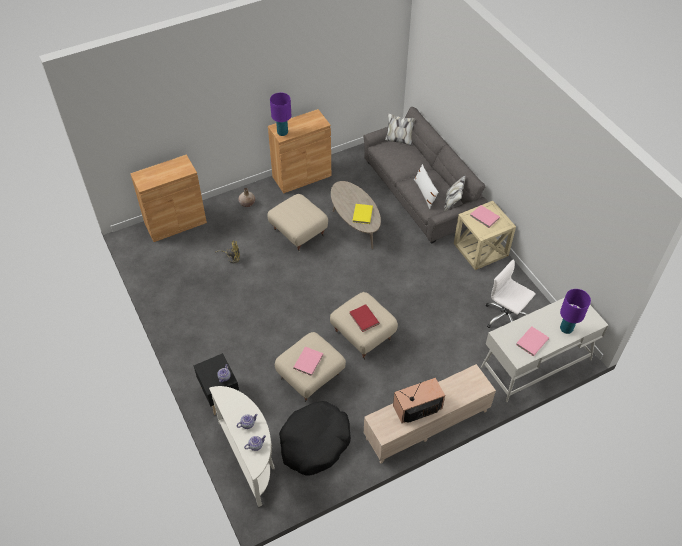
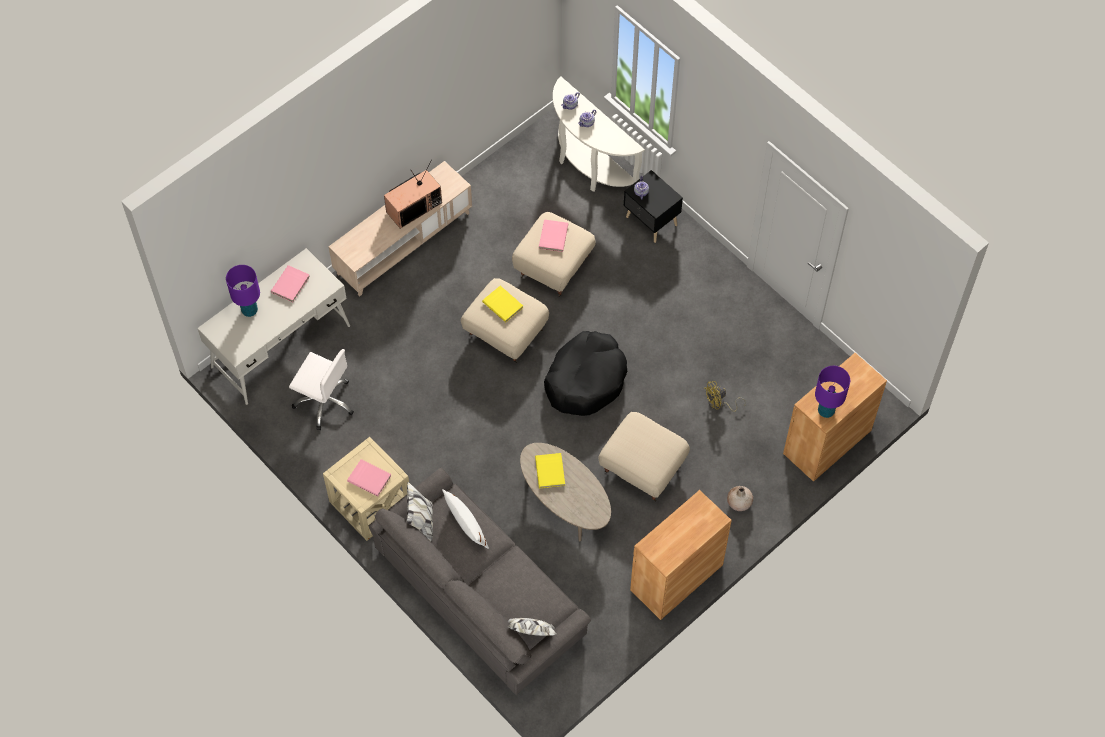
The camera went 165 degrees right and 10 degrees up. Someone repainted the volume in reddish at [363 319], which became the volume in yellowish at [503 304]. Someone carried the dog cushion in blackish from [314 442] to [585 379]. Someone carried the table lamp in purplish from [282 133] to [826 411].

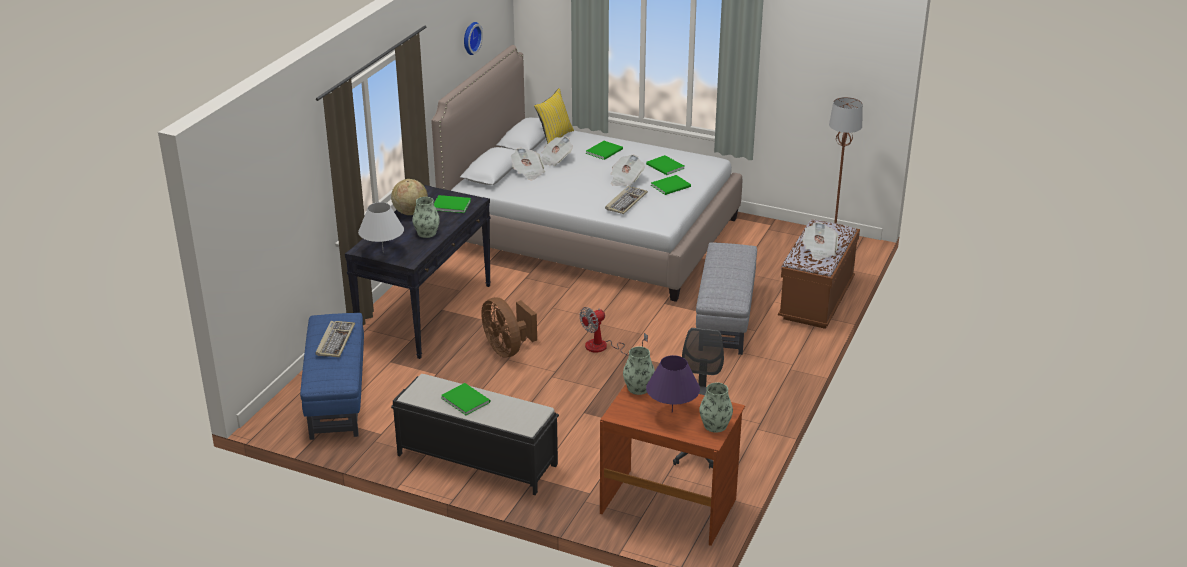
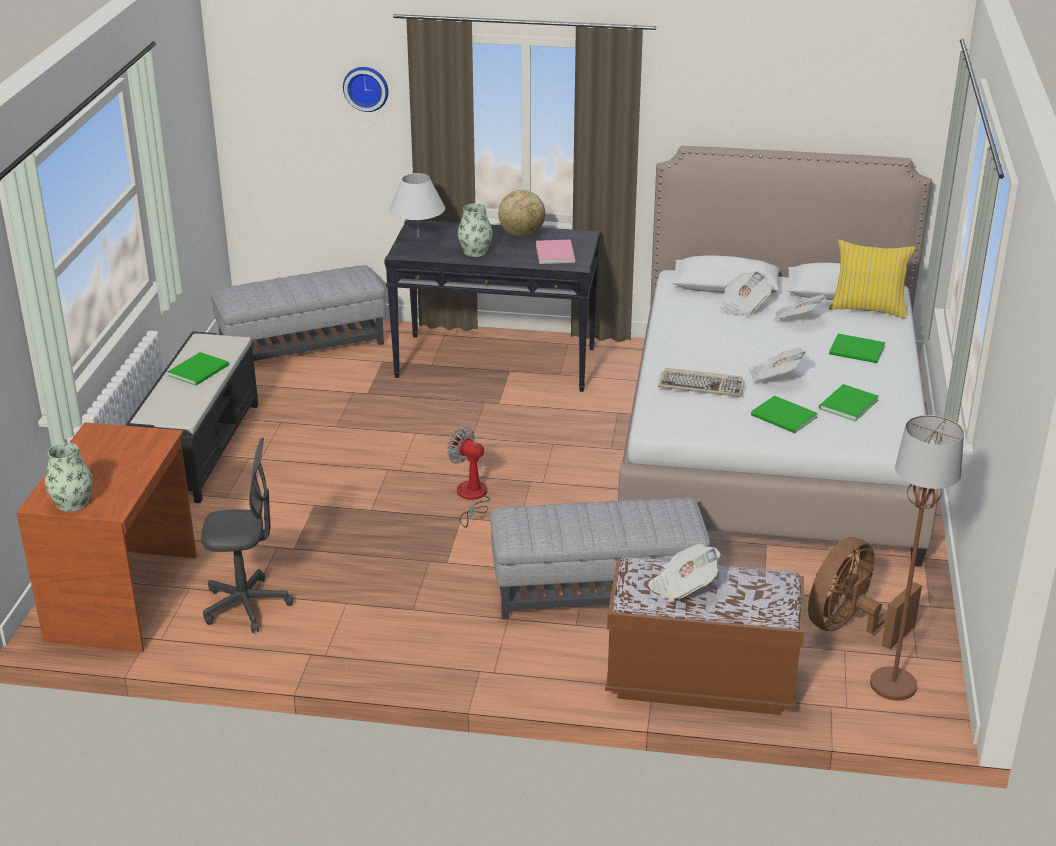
The camera went 75 degrees right and 0 degrees up. Someone repainted the ottoman in blue-coloured at [337 397], which became the ottoman in grey at [302 345]. Someone carried the clock on the wall from [470 38] to [366 88]. Someone repainted the volume in greenish at [450 204], which became the volume in pink at [556 253]. Someone carried the electric fan in brown-coloured from [507 349] to [849 626]. Someone took away the PC keyboard at [335 340]. Someone took away the decorative vase at [638 388]. Someone took away the table lamp in purplish at [672 412].

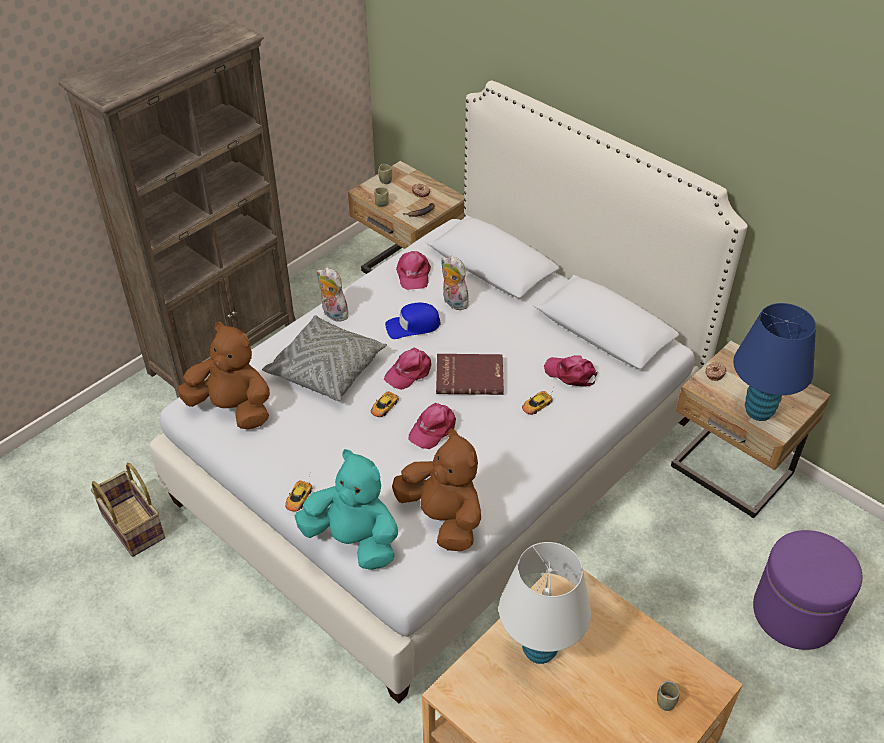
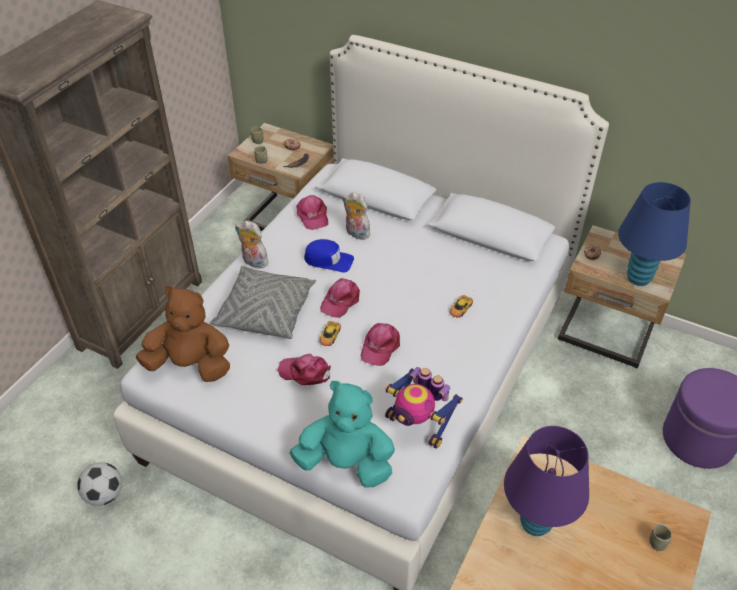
The camera went 15 degrees left and 0 degrees up. Someone swapped the storage basket at [131 526] for the football ball at [104 495]. Someone carried the peaked cap in pink from [571 373] to [305 372]. Someone rotated the peaked cap in blue-coloured at [413 326] by 135 degrees counterclockwise. Someone swapped the cuddly toy in brown-coloured at [442 518] for the toy robot at [418 425]. Someone repainted the table lamp in whitish at [539 650], which became the table lamp in purplish at [535 524]. Someone took away the miniature car at [298 498]. Someone took away the volume in reddish at [469 376].

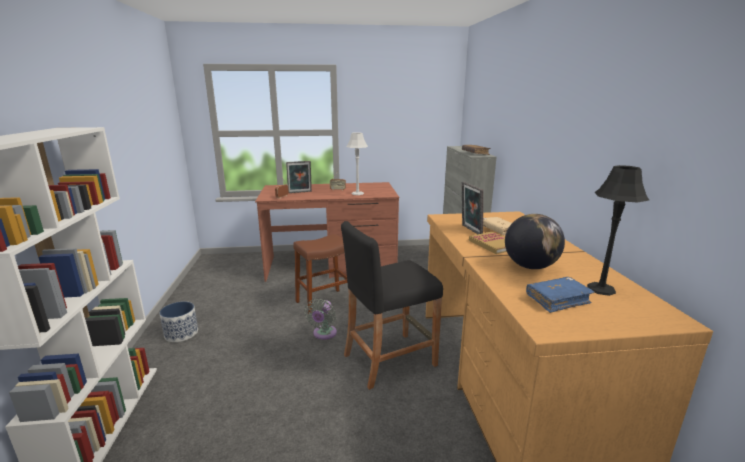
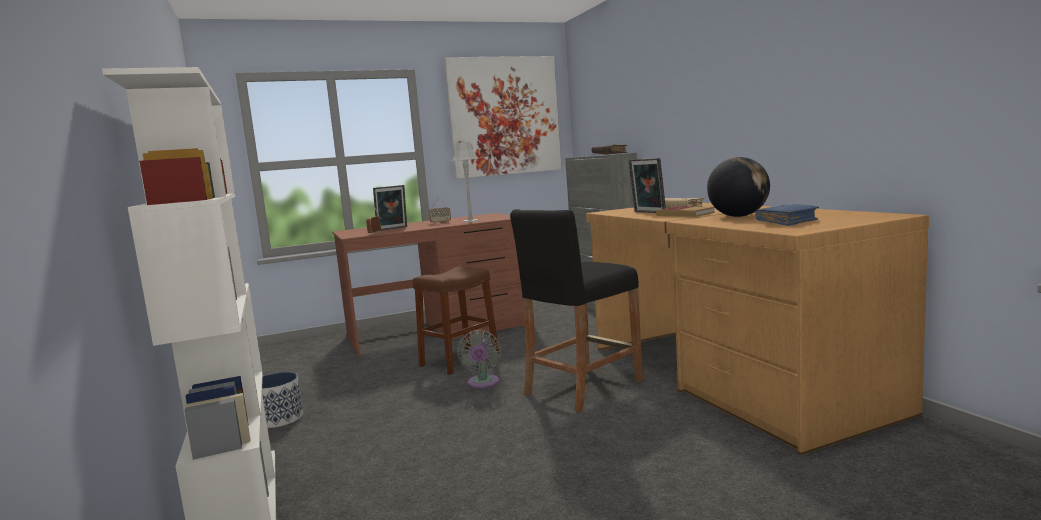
The camera went 15 degrees left and 10 degrees down. Someone put up the wall picture at [504 116]. Someone took away the table lamp in blackish at [601 289].

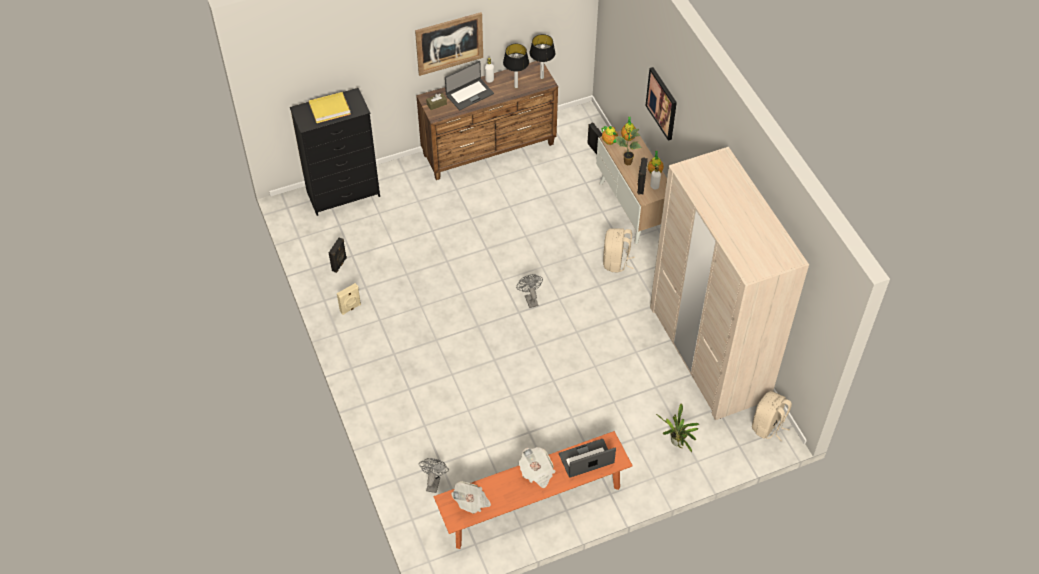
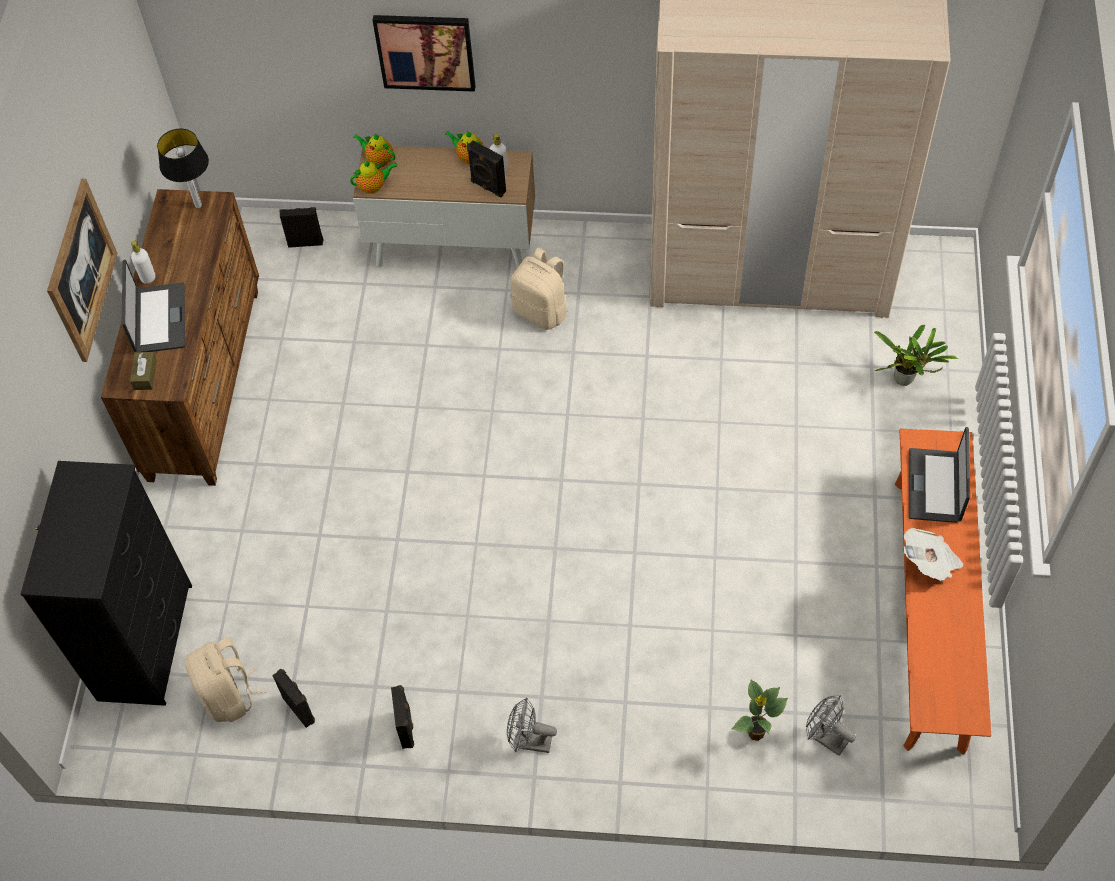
The camera went 60 degrees left and 5 degrees up. Someone carried the knapsack in sand-coloured from [768 426] to [229 695]. Someone repainted the loudspeaker in sand-coloured at [350 308], which became the loudspeaker in blackish at [407 728]. Someone carried the electric fan in grey from [530 299] to [529 742]. Someone carried the potted plant from [627 162] to [755 734]. Someone took away the tray in yellowish at [330 108]. Someone took away the printed paper at [471 502]. Someone took away the table lamp at [516 86].

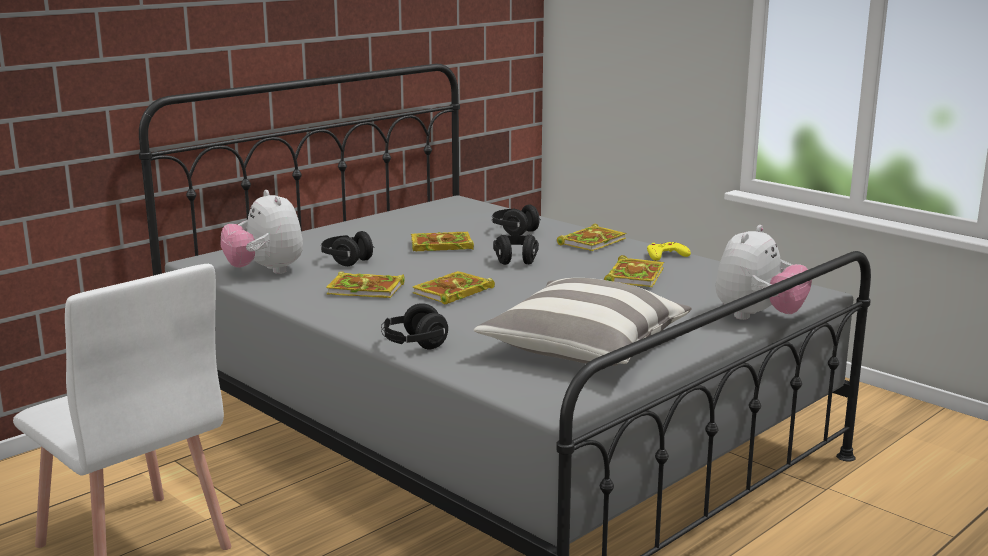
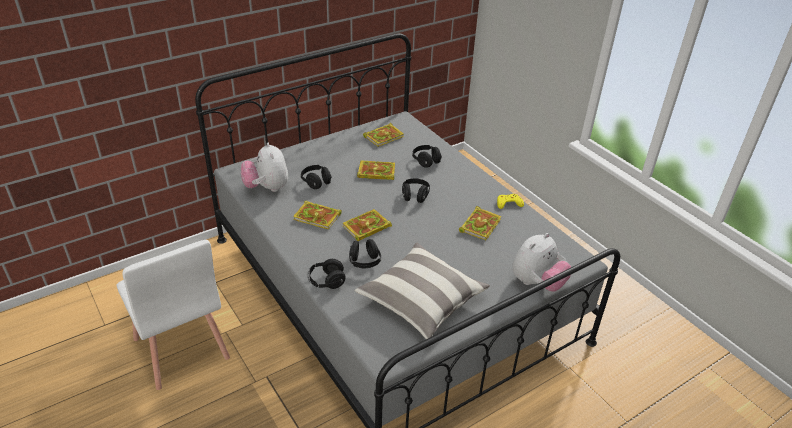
The camera went 10 degrees right and 20 degrees up. Someone put down the headset in blackish at [364 262]. Someone carried the volume from [592 241] to [384 136].

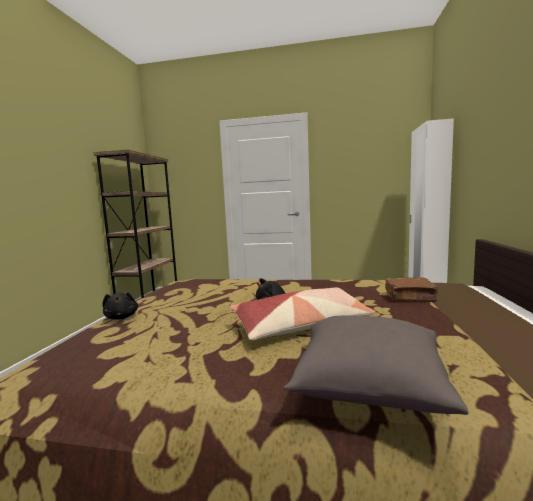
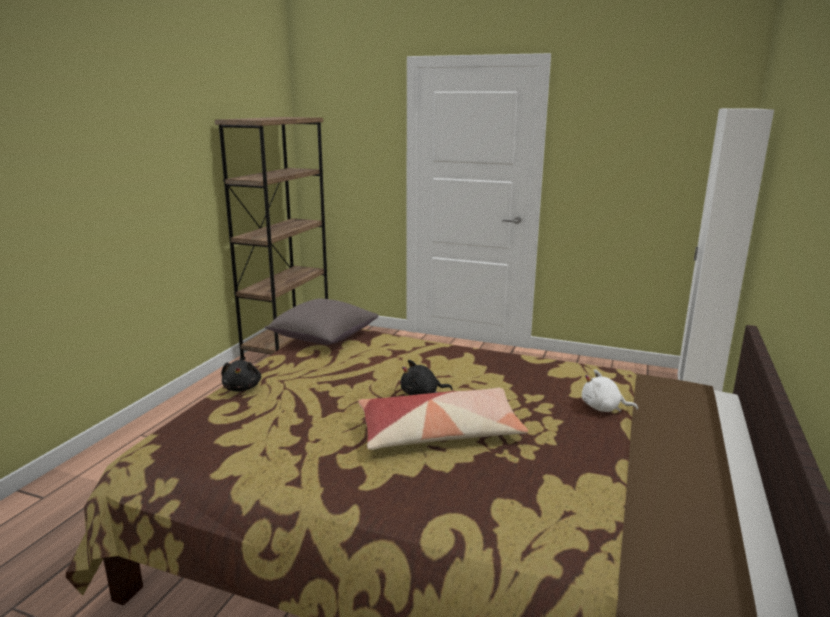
The camera went 10 degrees right and 10 degrees up. Someone carried the throw pillow in grey from [368 385] to [323 337]. Someone swapped the volume in brown-coloured at [410 298] for the cuddly toy in whitish at [603 408].

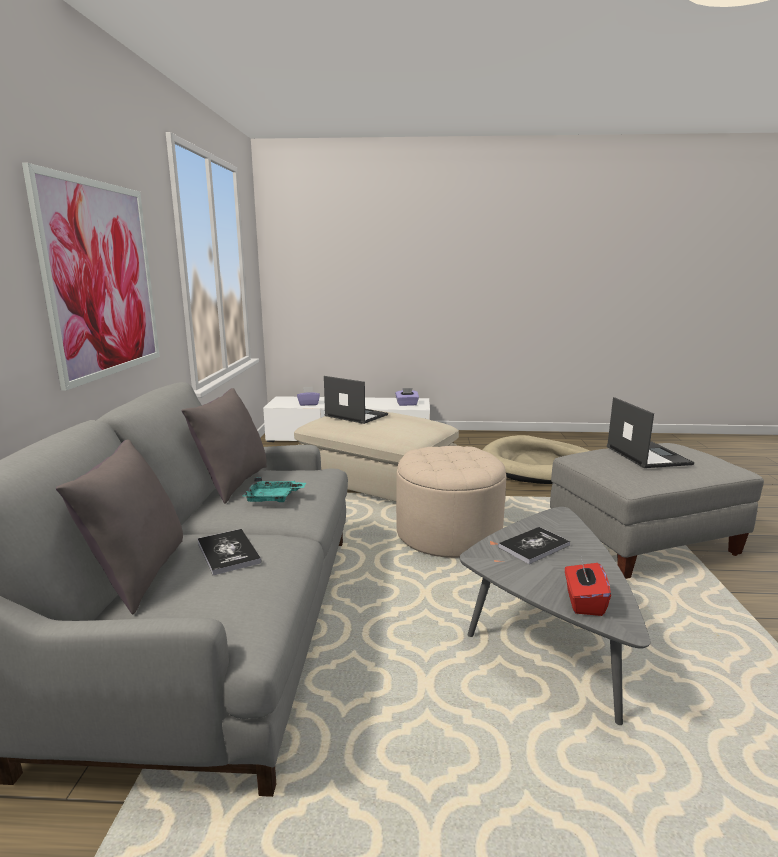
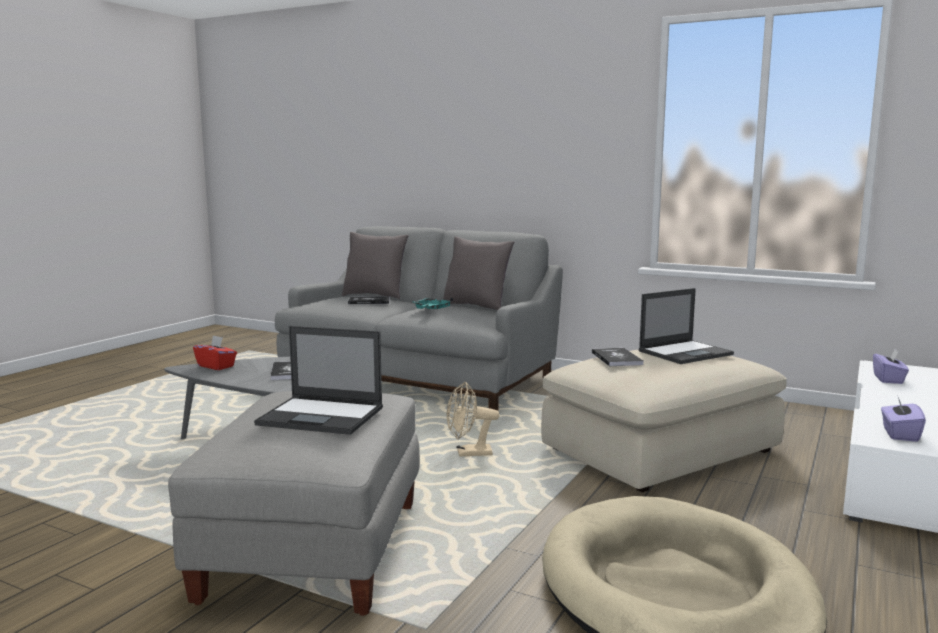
The camera went 115 degrees right and 5 degrees down. Someone swapped the ottoman in sand-coloured at [448 533] for the electric fan in sand-coloured at [468 453]. Someone put down the volume at [616 358]. Someone took away the wall picture at [102 279].

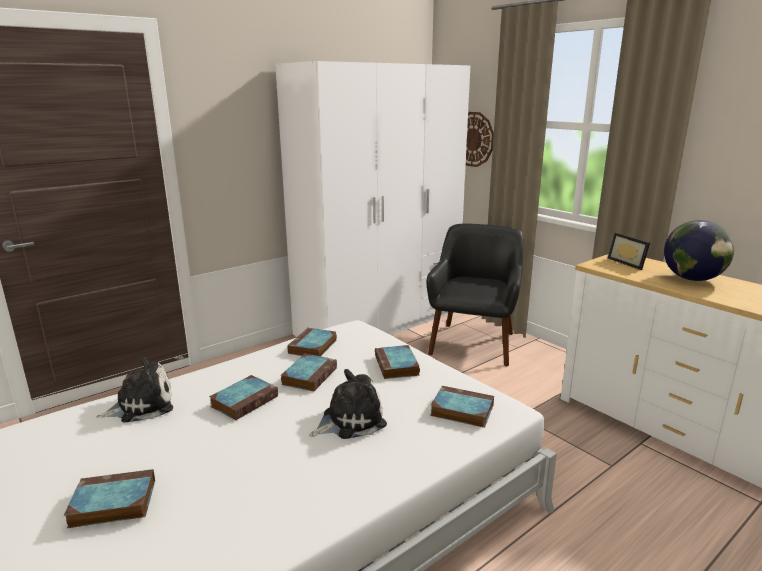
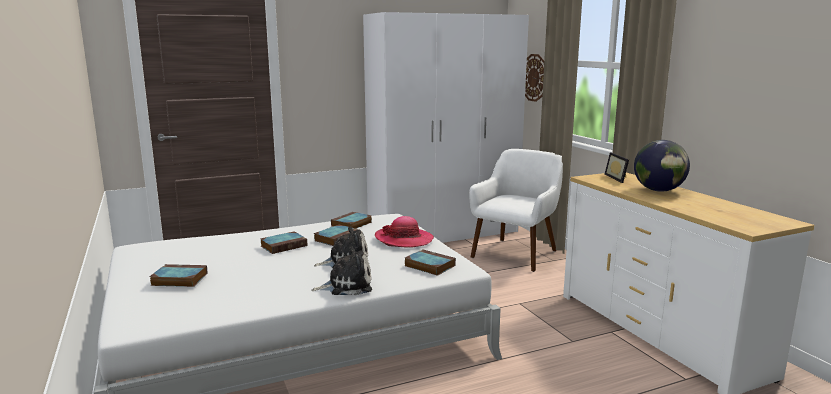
The camera went 15 degrees right and 5 degrees down. Someone carried the cuddly toy from [141 406] to [347 286]. Someone swapped the volume at [397 366] for the hat at [404 239]. Someone repainted the easy chair in blackish at [474 343], which became the easy chair in whitish at [516 254].

